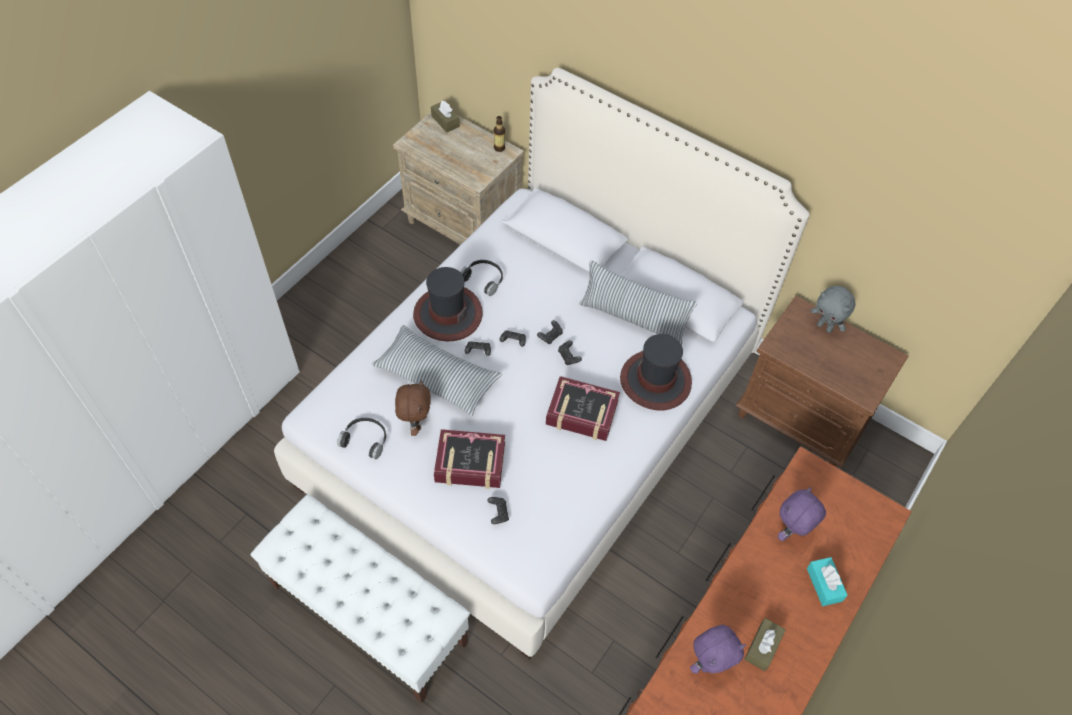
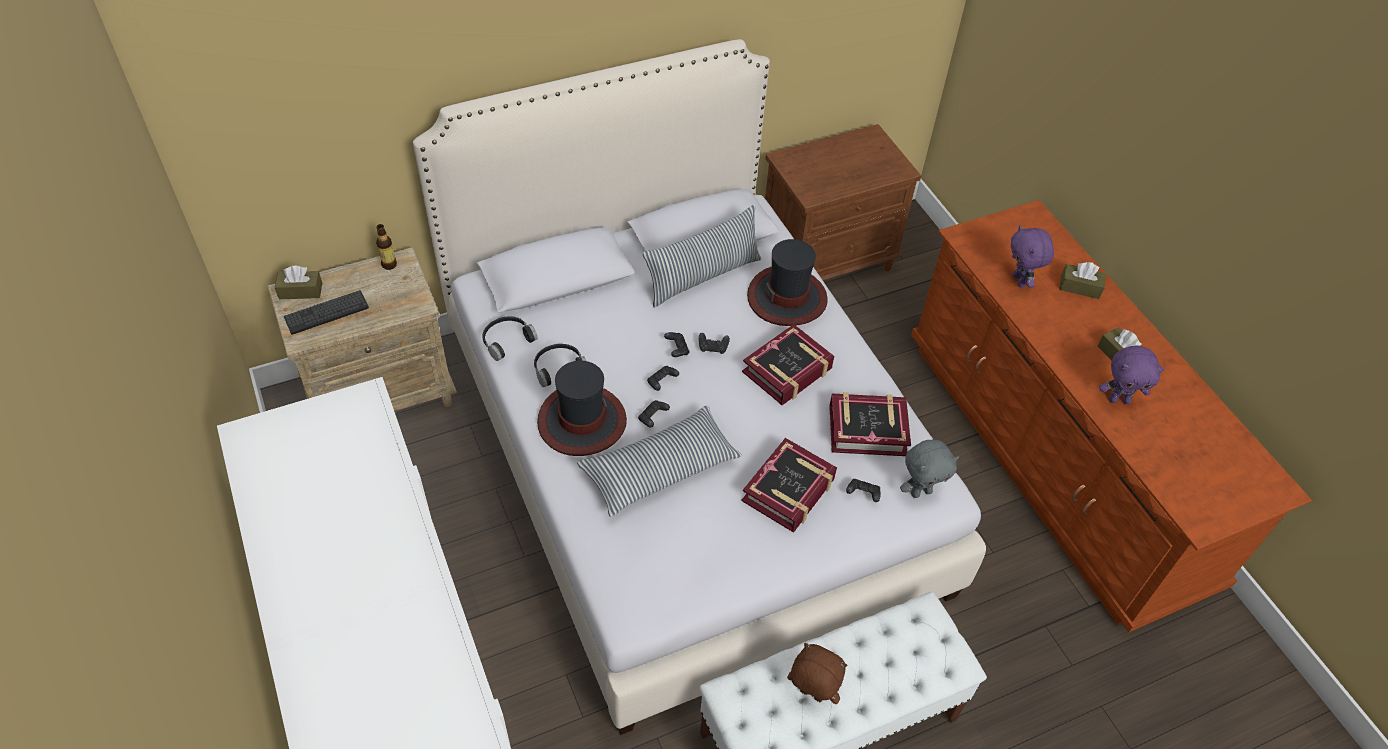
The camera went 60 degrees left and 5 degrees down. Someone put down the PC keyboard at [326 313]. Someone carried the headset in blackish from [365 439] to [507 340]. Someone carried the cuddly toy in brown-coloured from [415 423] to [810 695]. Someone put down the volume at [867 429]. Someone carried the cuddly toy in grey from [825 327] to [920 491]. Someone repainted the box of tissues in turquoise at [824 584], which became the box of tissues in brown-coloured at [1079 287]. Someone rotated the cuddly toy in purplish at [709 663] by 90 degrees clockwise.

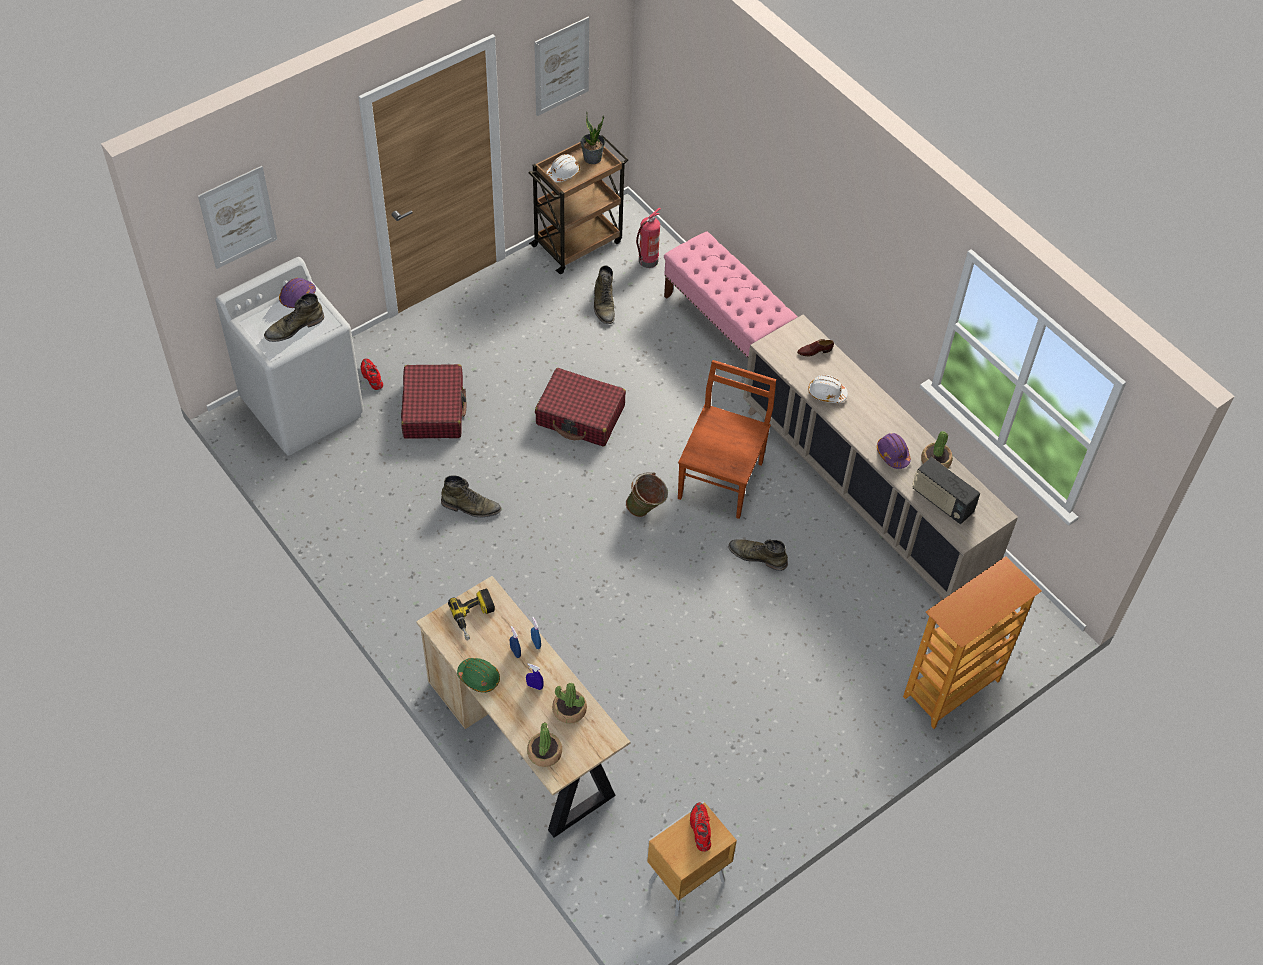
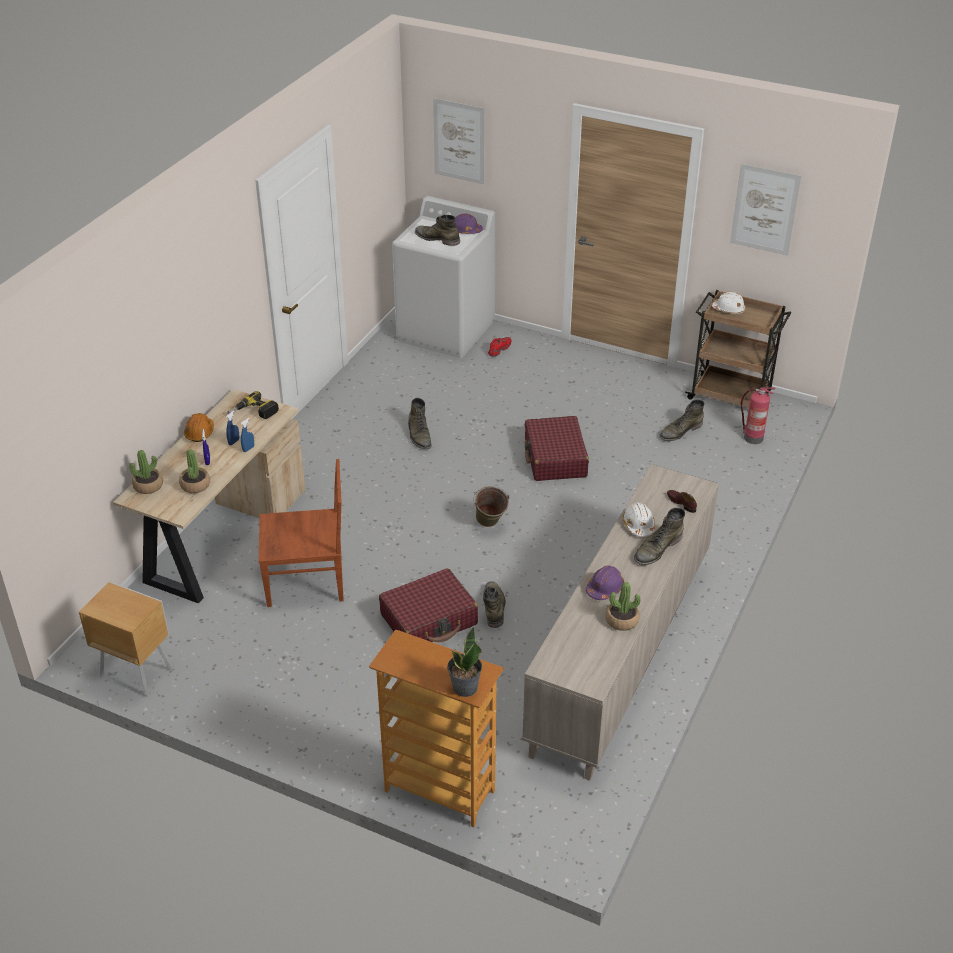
The camera went 65 degrees right and 15 degrees down. Someone repainted the safety helmet in greenish at [479 677], which became the safety helmet in orangey at [199 433]. Someone carried the plain chair in brown-coloured from [721 478] to [308 581]. Someone carried the travel case in reddish from [433 409] to [429 619]. Someone carried the potted plant from [592 158] to [464 687]. Someone put down the boot in greenish at [657 549]. Someone took away the bench in pink at [726 327]. Someone took away the low shoe in reddish at [700 829]. Someone took away the radio at [941 501].

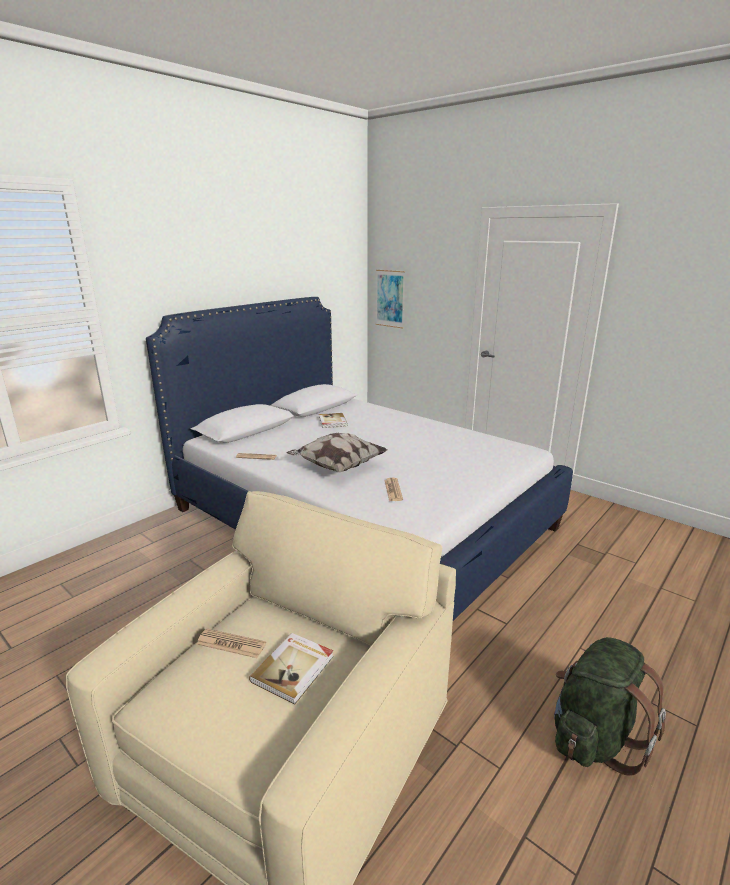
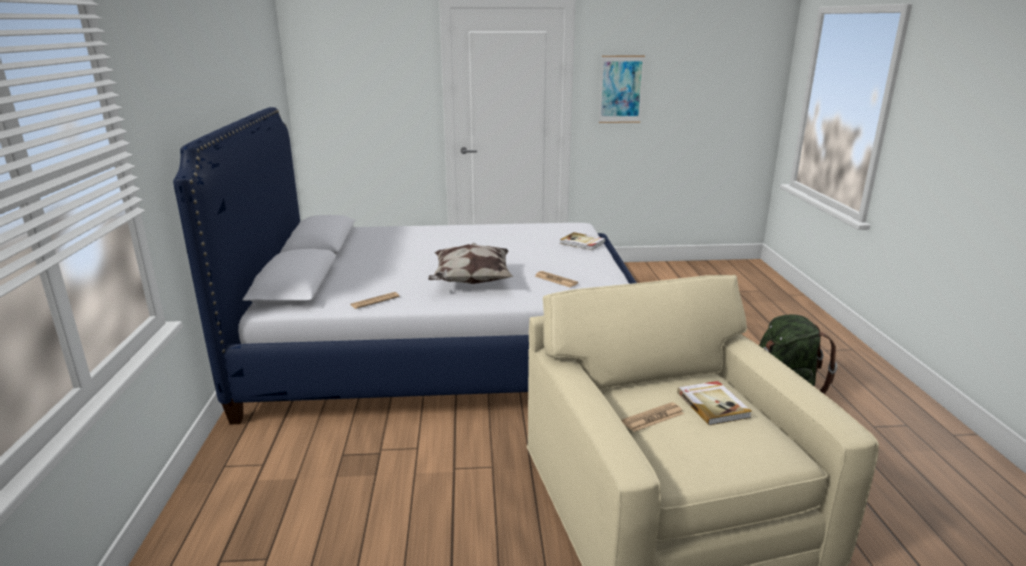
The camera went 45 degrees left and 0 degrees up. Someone carried the volume from [332 422] to [582 243]. Someone carried the wall picture from [390 298] to [621 89].

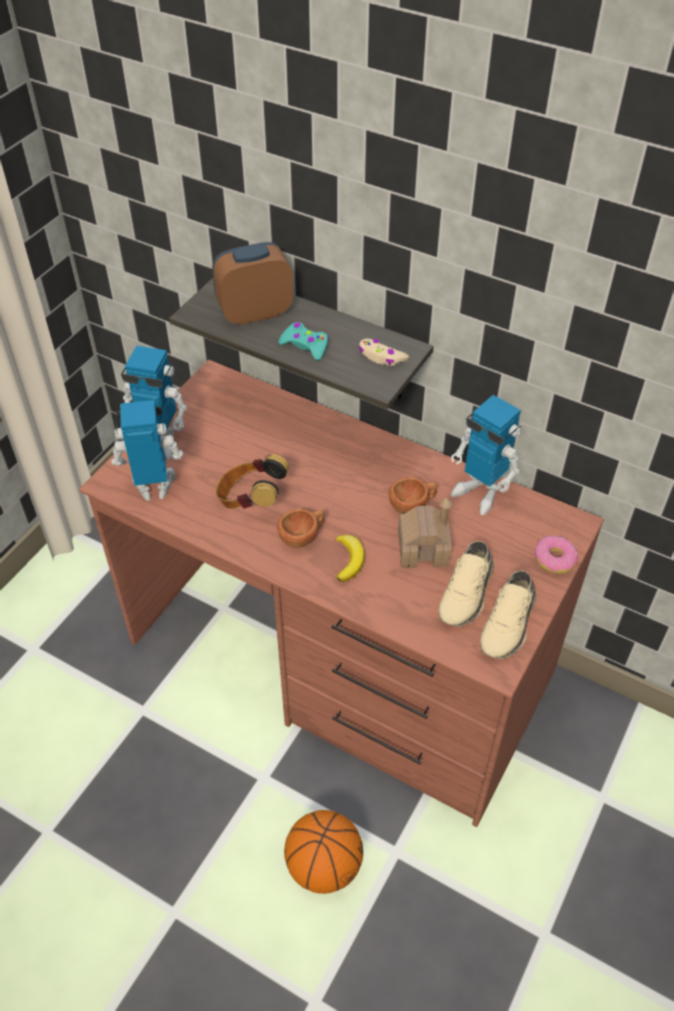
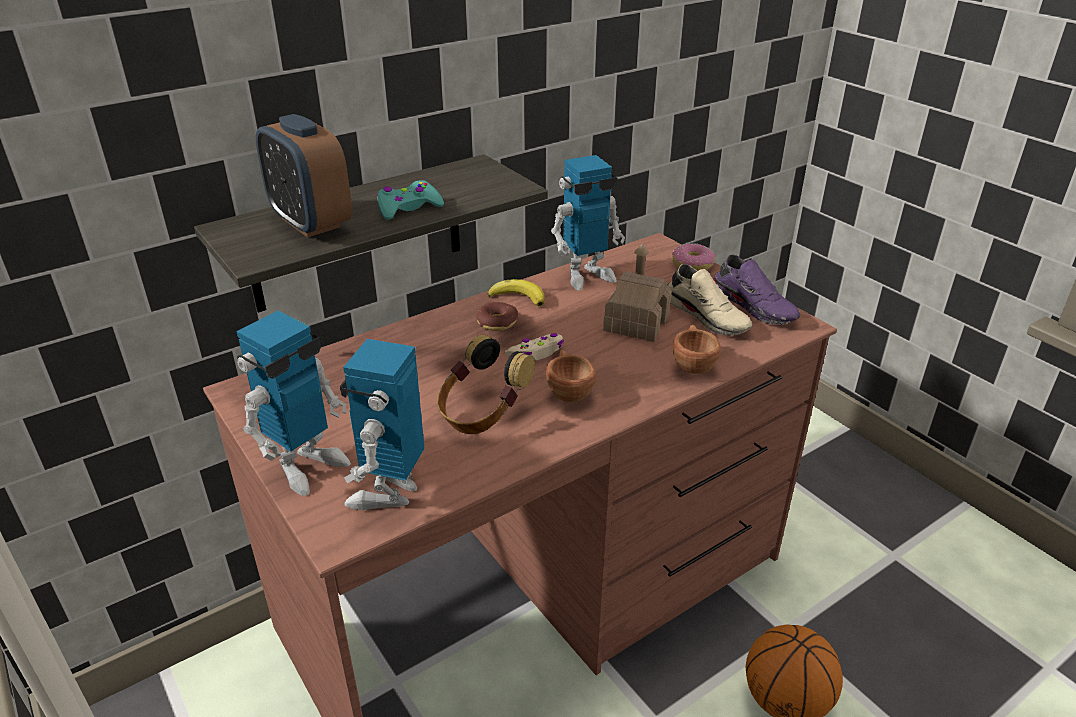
The camera went 65 degrees left and 15 degrees down. Someone rotated the bedside clock at [255 312] by 45 degrees counterclockwise. Someone put down the ring doughnut at [497 323]. Someone carried the banana from [349 559] to [518 297]. Someone carried the gamepad in sand-coloured from [381 357] to [537 353]. Someone carried the cup in brown-coloured from [413 505] to [692 364]. Someone repainted the low shoe in sand-coloured at [509 624], which became the low shoe in purplish at [755 306].

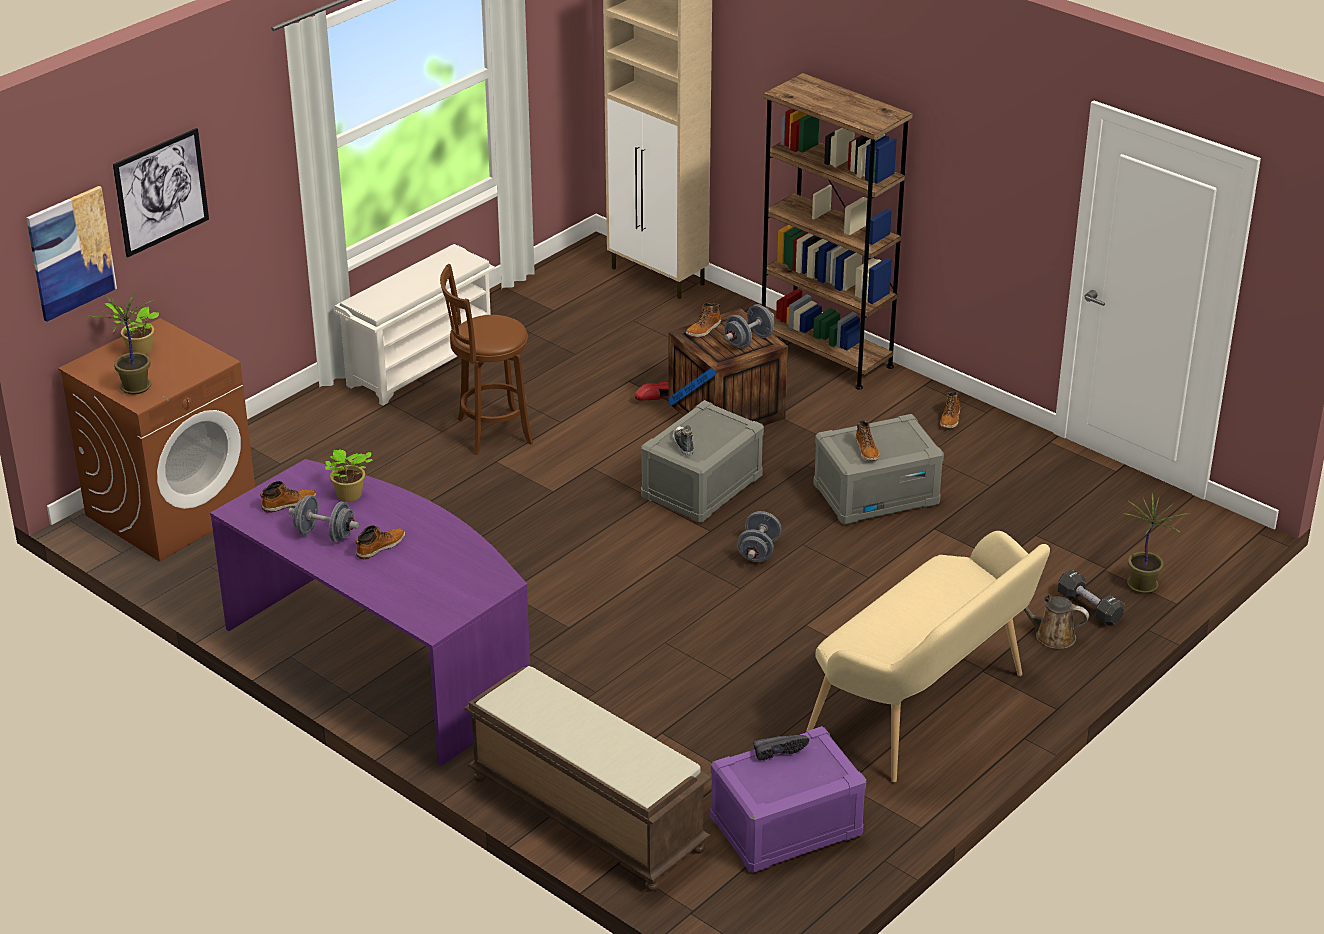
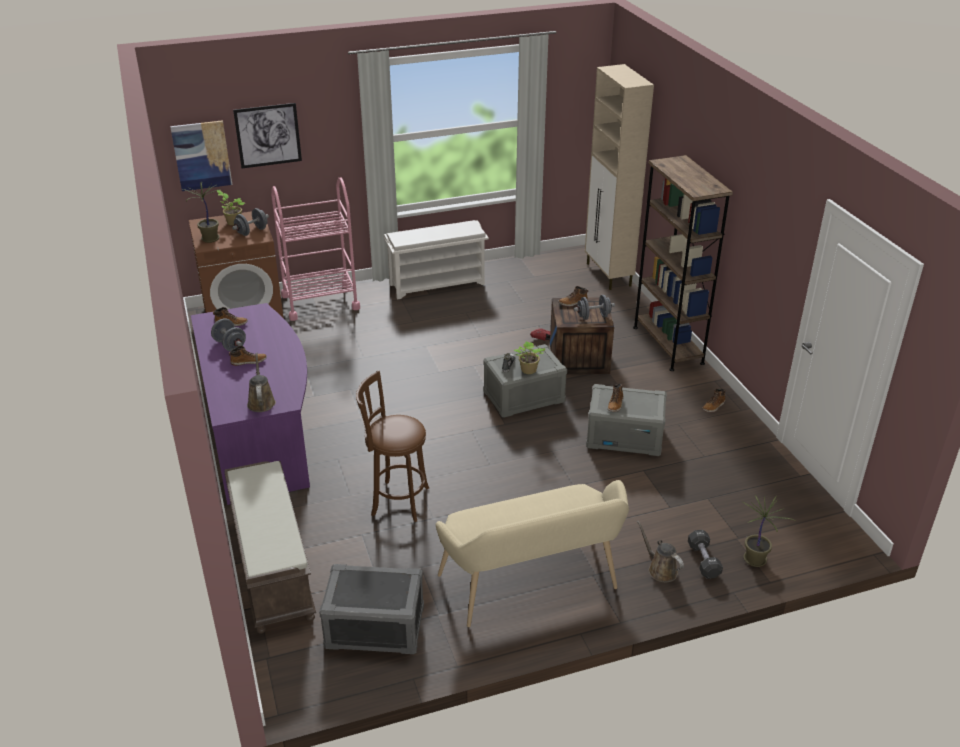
The camera went 30 degrees right and 0 degrees up. Someone carried the hand weight in grey from [758 551] to [252 231]. Someone put down the watering pot in brown-coloured at [261 402]. Someone put down the cart in pink at [320 302]. Someone repainted the storage box in purplish at [786 827], which became the storage box in grey at [374 627]. Someone carried the stool seat in brown-coloured from [490 432] to [397 500]. Someone carried the potted plant from [349 496] to [528 371]. Someone took away the low shoe in blackish at [779 750].

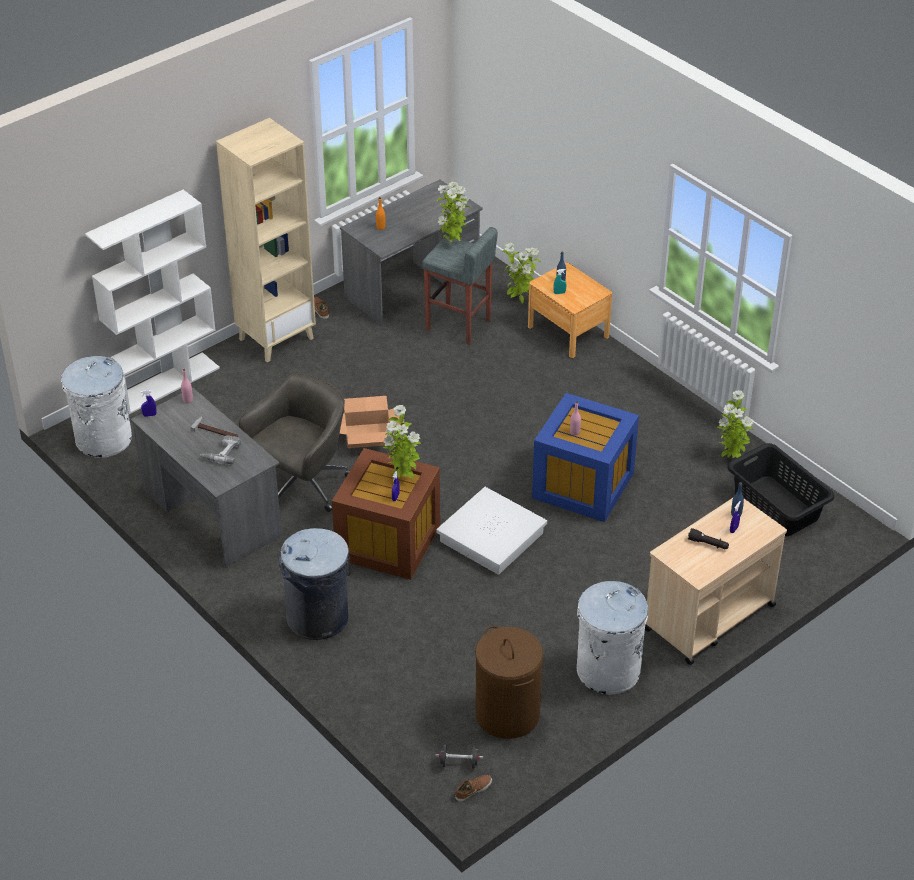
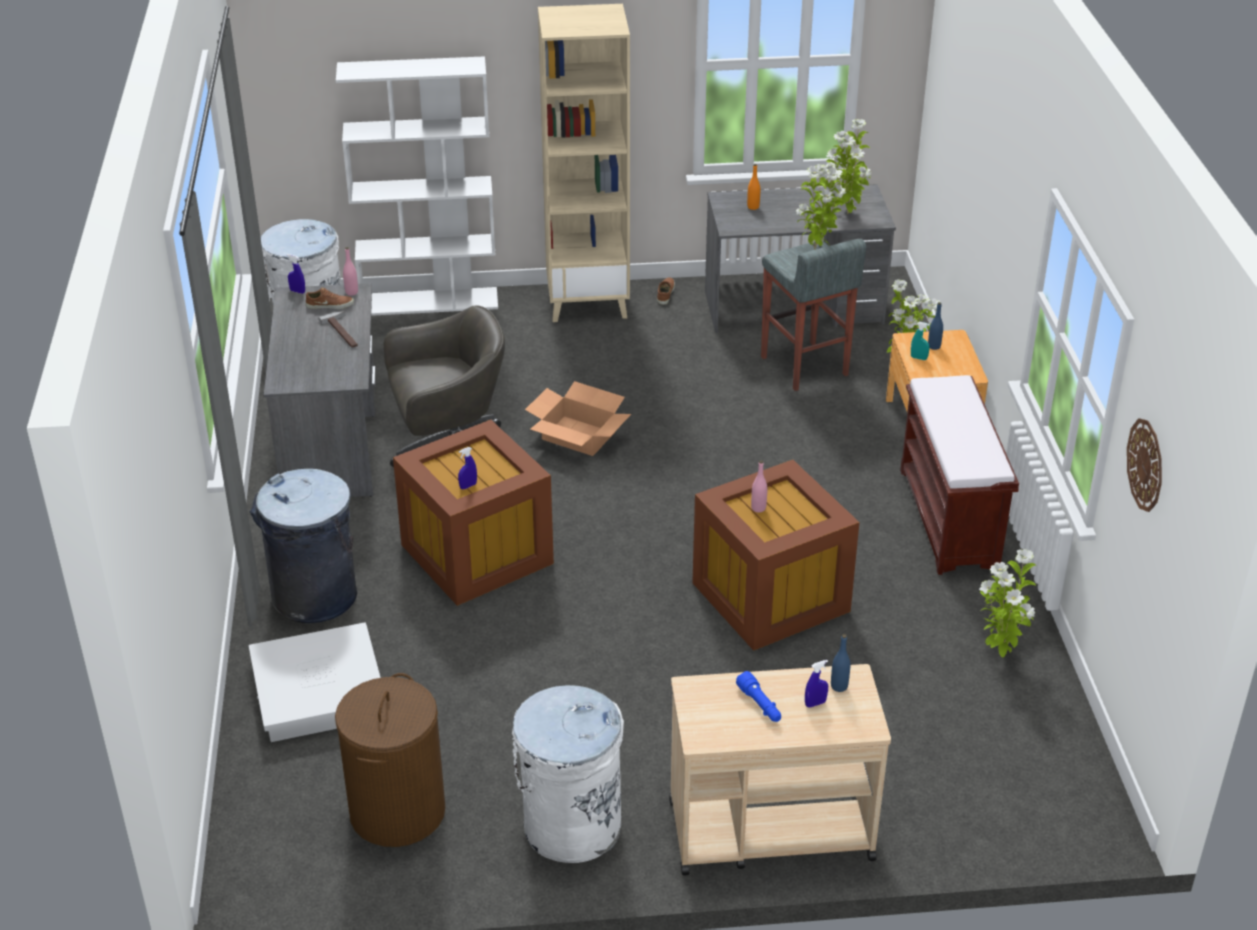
The camera went 35 degrees right and 5 degrees down. Someone carried the storage box in whitish from [491 537] to [319 691]. Someone carried the low shoe in brown-coloured from [473 789] to [330 305]. Someone repainted the storage box in blue-coloured at [584 486], which became the storage box in brown-coloured at [770 599]. Someone repainted the torch in blackish at [708 544], which became the torch in blue-coloured at [760 705]. Someone carried the potted plant from [403 478] to [846 214]. Someone put down the bench in brown-coloured at [949 519]. Someone put up the clock on the wall at [1146 464]. Someone took away the drill at [221 453]. Someone took away the hand weight in blackish at [459 763]. Someone took away the hamper in blackish at [776 506].

